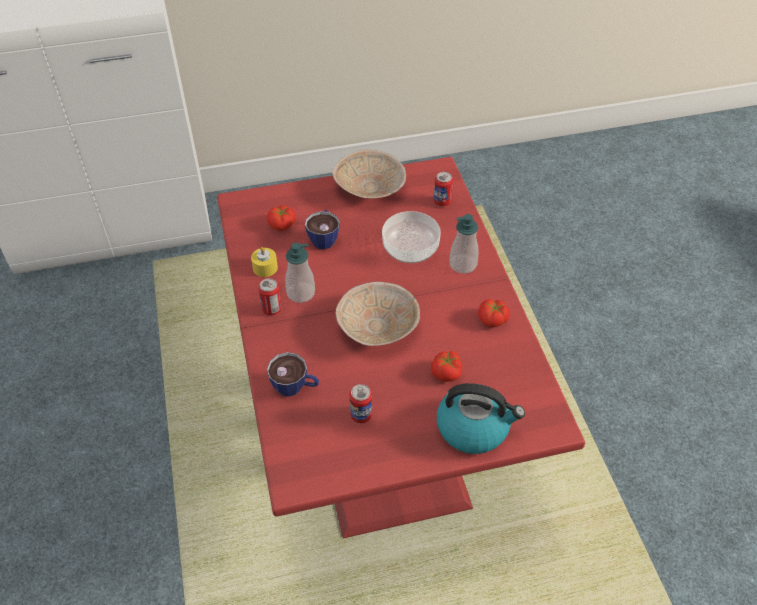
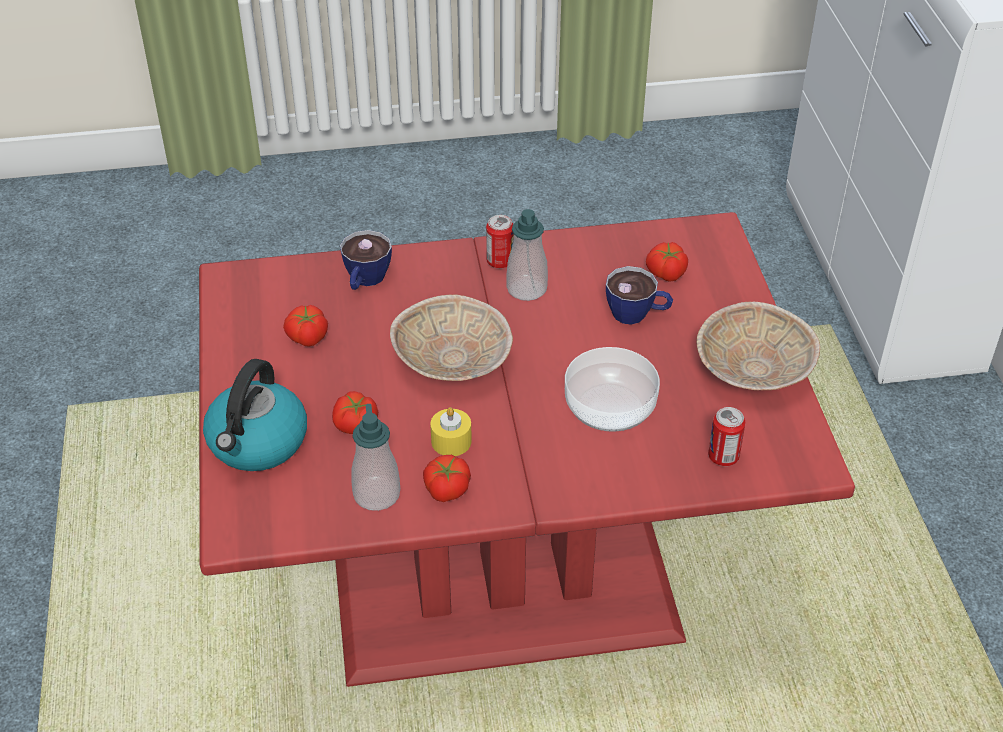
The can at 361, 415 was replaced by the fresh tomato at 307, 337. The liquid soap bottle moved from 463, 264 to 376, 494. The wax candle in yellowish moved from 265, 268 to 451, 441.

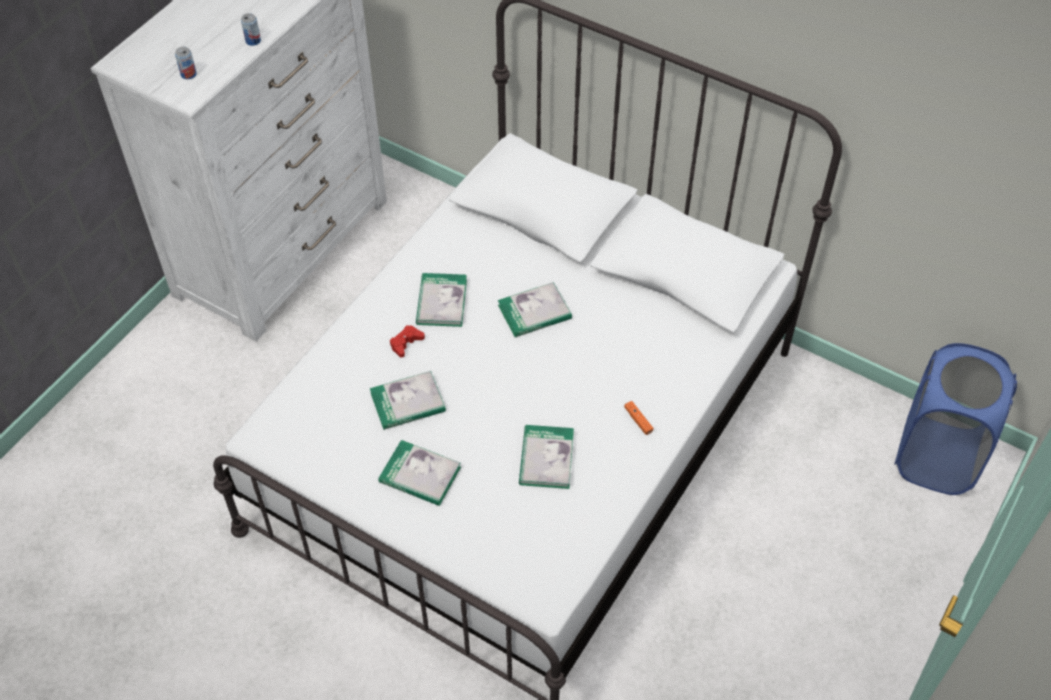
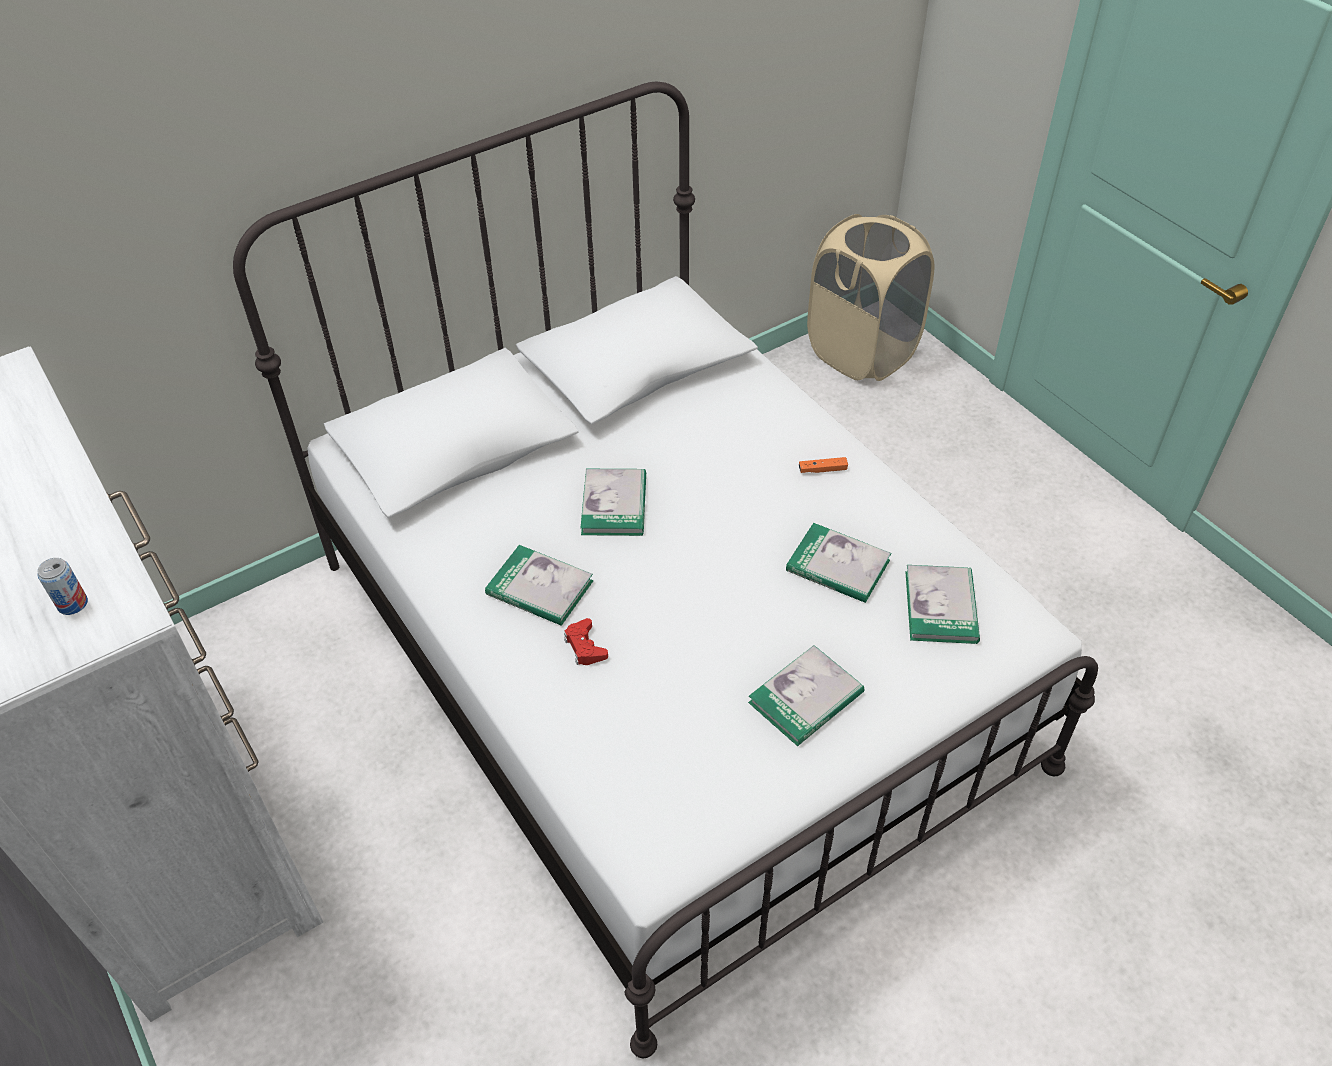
The laundry basket in blue-coloured at 936, 456 became the laundry basket in sand-coloured at 862, 352. The bound book moved from 408, 402 to 941, 607. The can at 253, 41 disappeared.

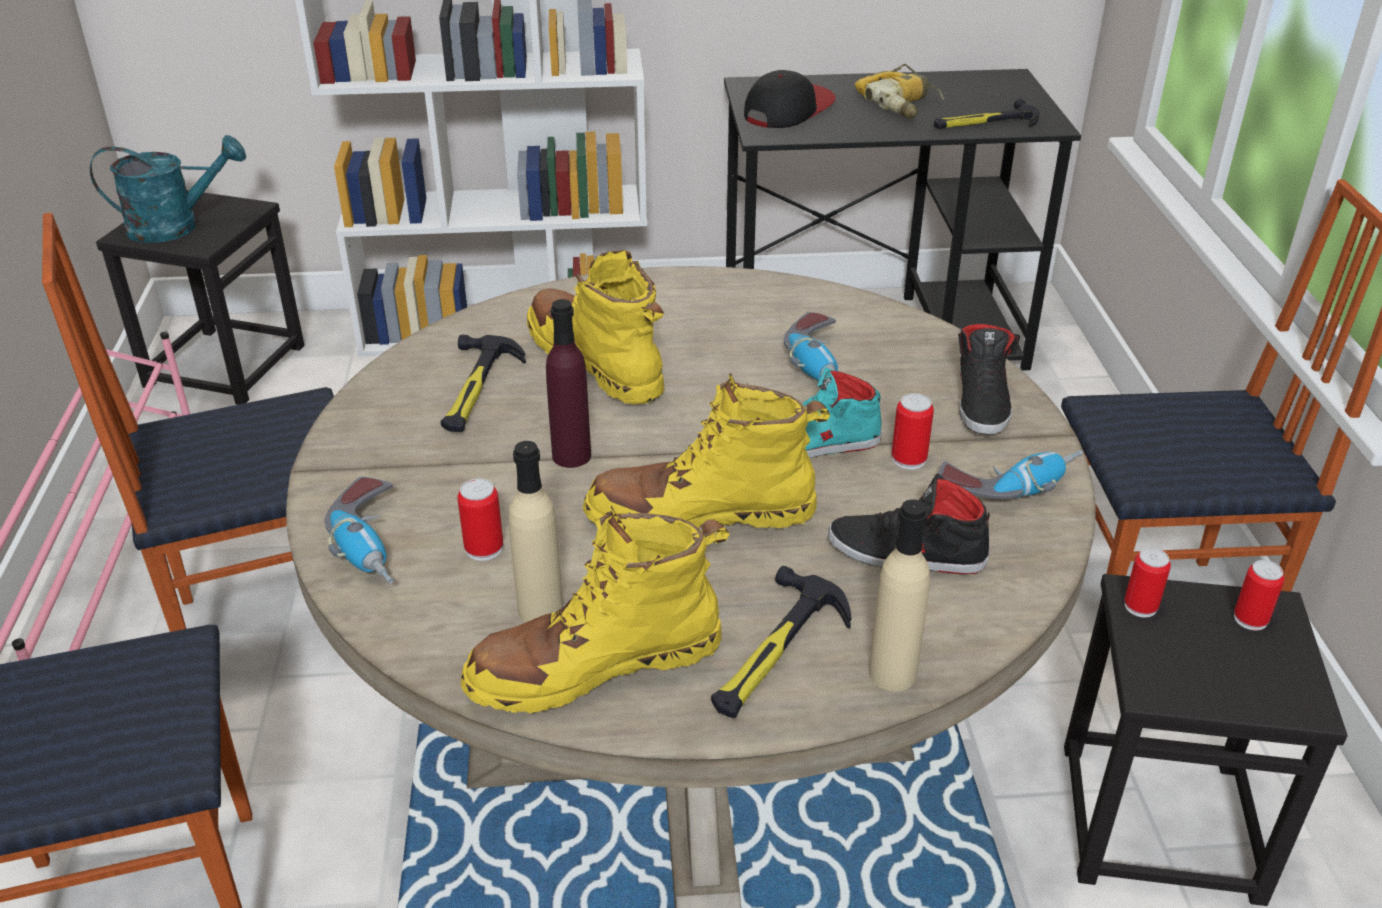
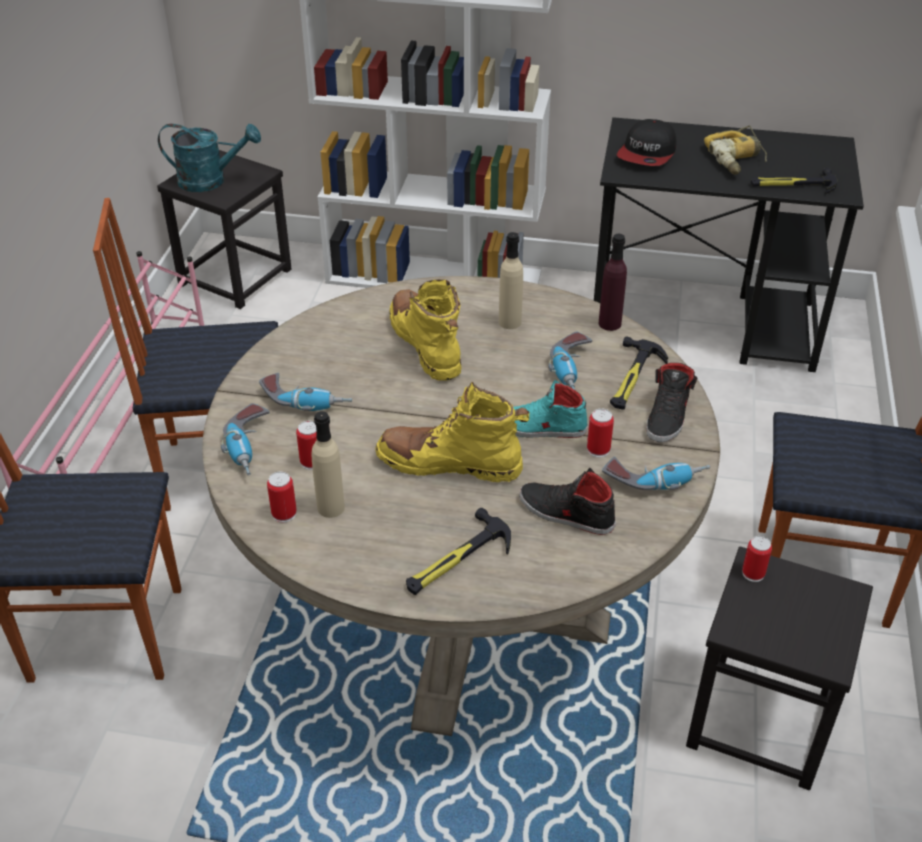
The power drill at 306, 401 appeared. The can moved from 1250, 619 to 284, 514. The beverage bottle in sand-coloured moved from 892, 673 to 510, 322. The beverage bottle in purplish moved from 571, 456 to 609, 323. The hammer moved from 476, 389 to 633, 378. The cap at 788, 110 turned 150 degrees clockwise. The boot in yellowish at 595, 665 disappeared.

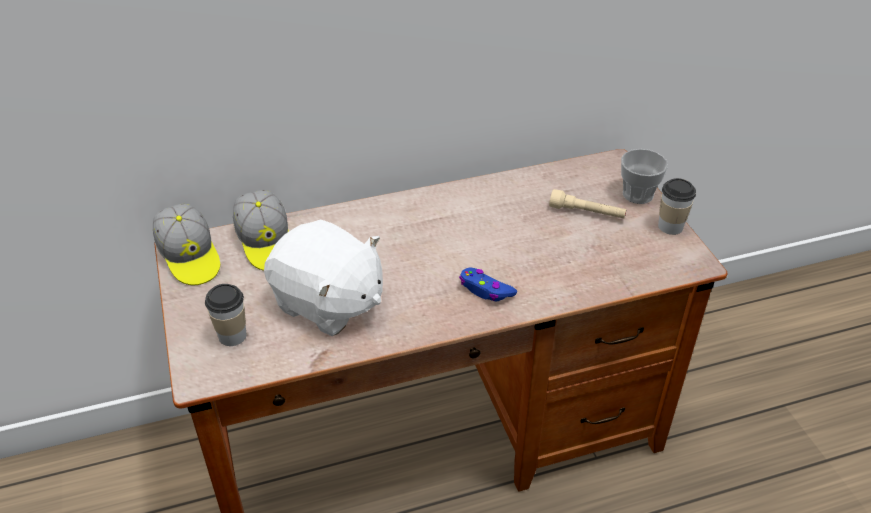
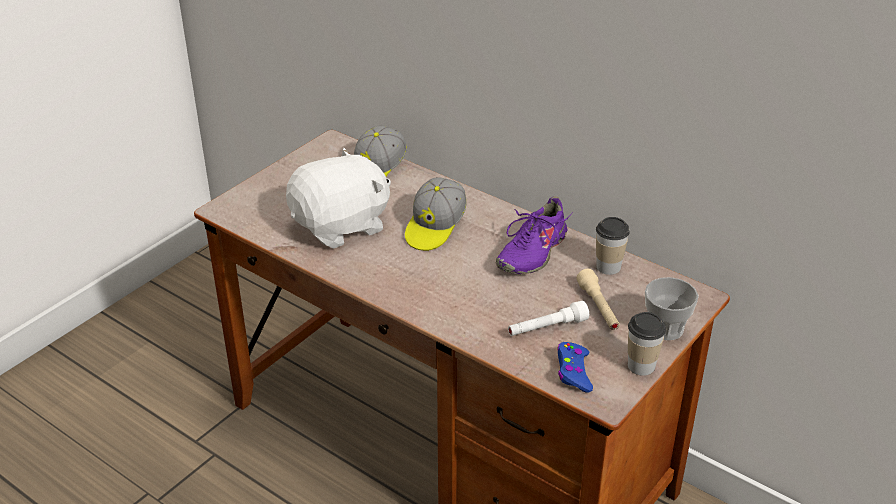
The plush toy in white-coloured at 328, 303 turned 120 degrees counterclockwise. The cap moved from 189, 257 to 435, 227. The low shoe in purplish at 531, 252 appeared. The flashlight in white-coloured at 547, 328 appeared. The game controller in blue-coloured moved from 485, 290 to 573, 372. The drinking cup moved from 232, 335 to 608, 266.

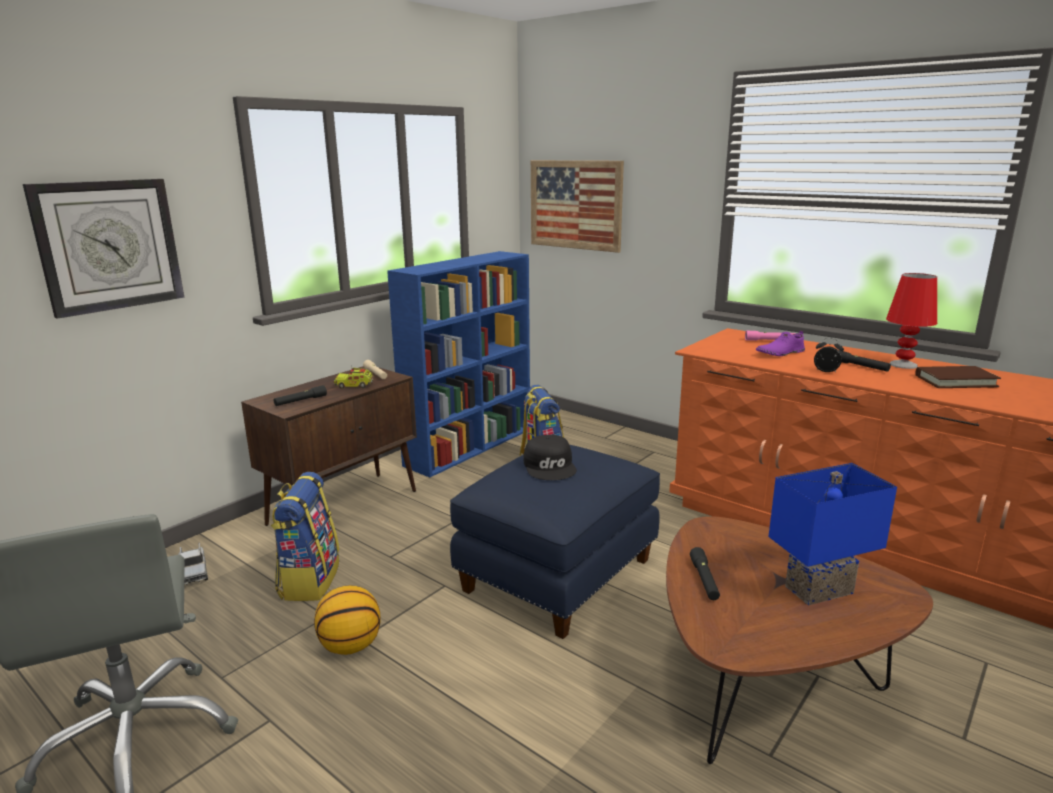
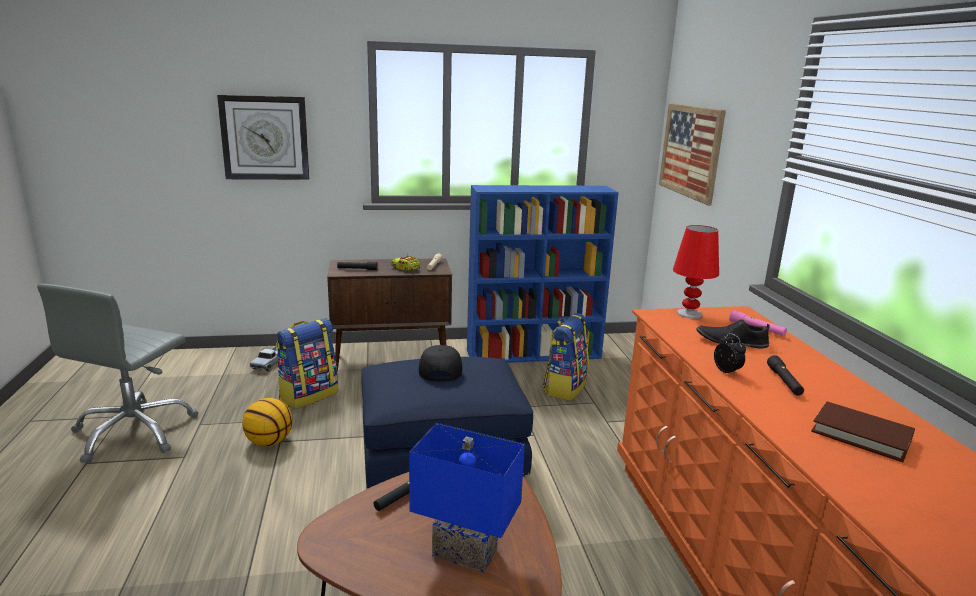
The cap in black at 550, 466 turned 150 degrees clockwise. The tabletop lamp in reddish moved from 903, 365 to 689, 314. The low shoe in purplish at 780, 353 became the low shoe in black at 731, 341.

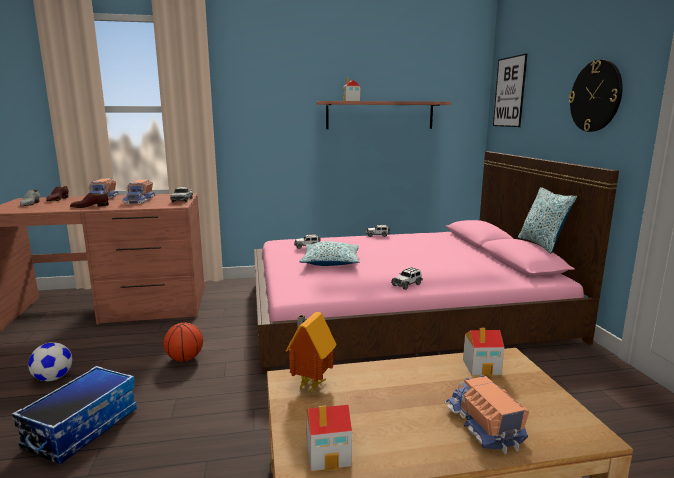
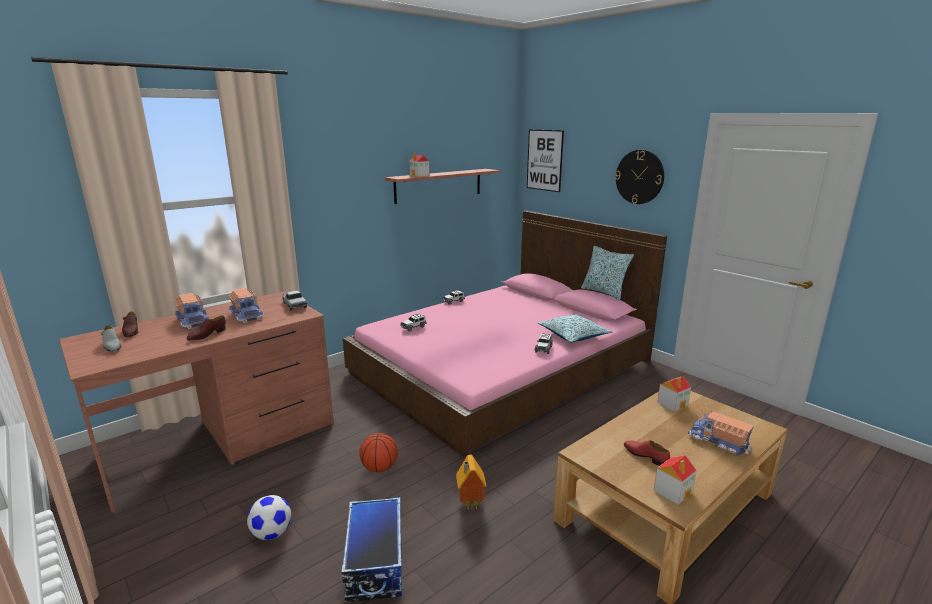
The miniature house moved from 309, 384 to 469, 504. The throw pillow moved from 331, 262 to 573, 335. The low shoe in reddish at 645, 456 appeared.

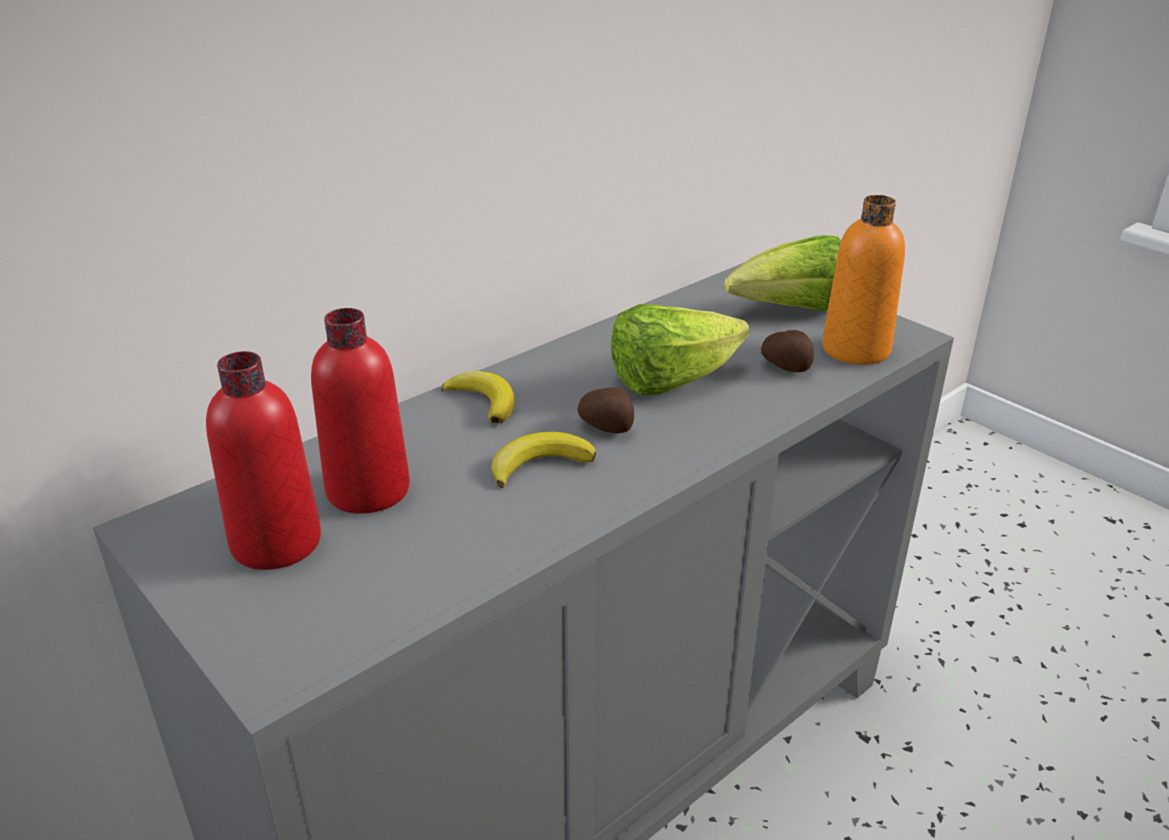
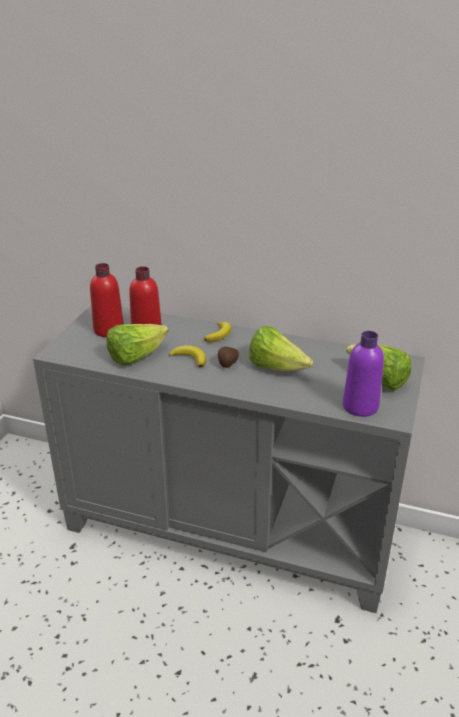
The lettuce head at 136, 357 appeared. The beverage bottle in orange at 855, 350 became the beverage bottle in purplish at 360, 406. The whole potato at 787, 367 disappeared.

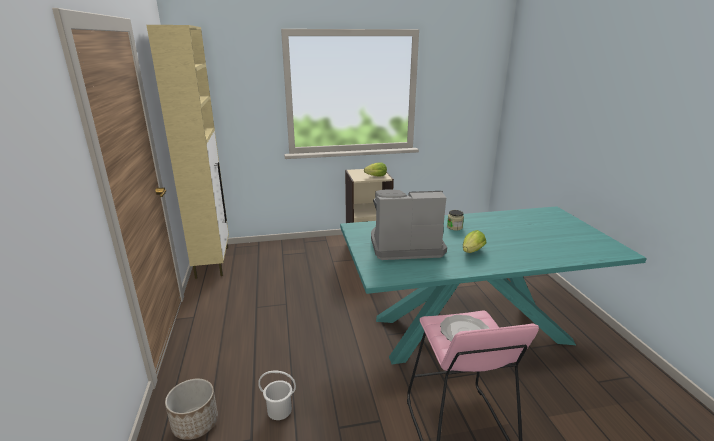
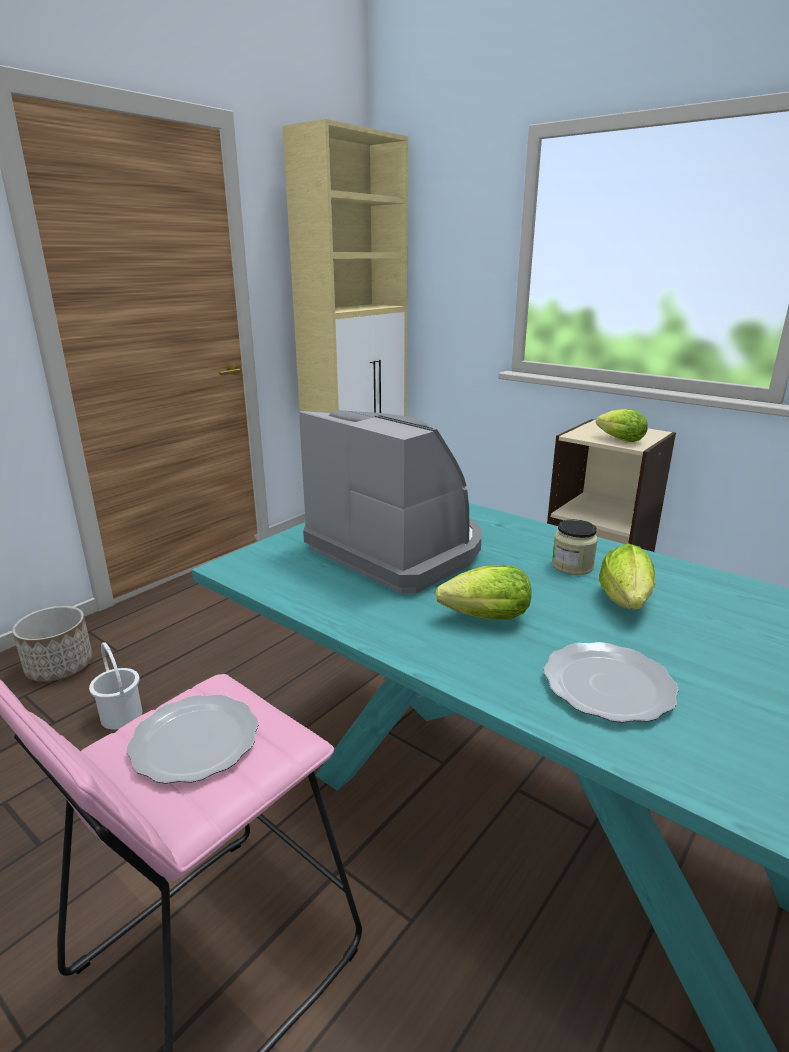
The plate at 609, 686 appeared. The lettuce head at 625, 605 appeared.

